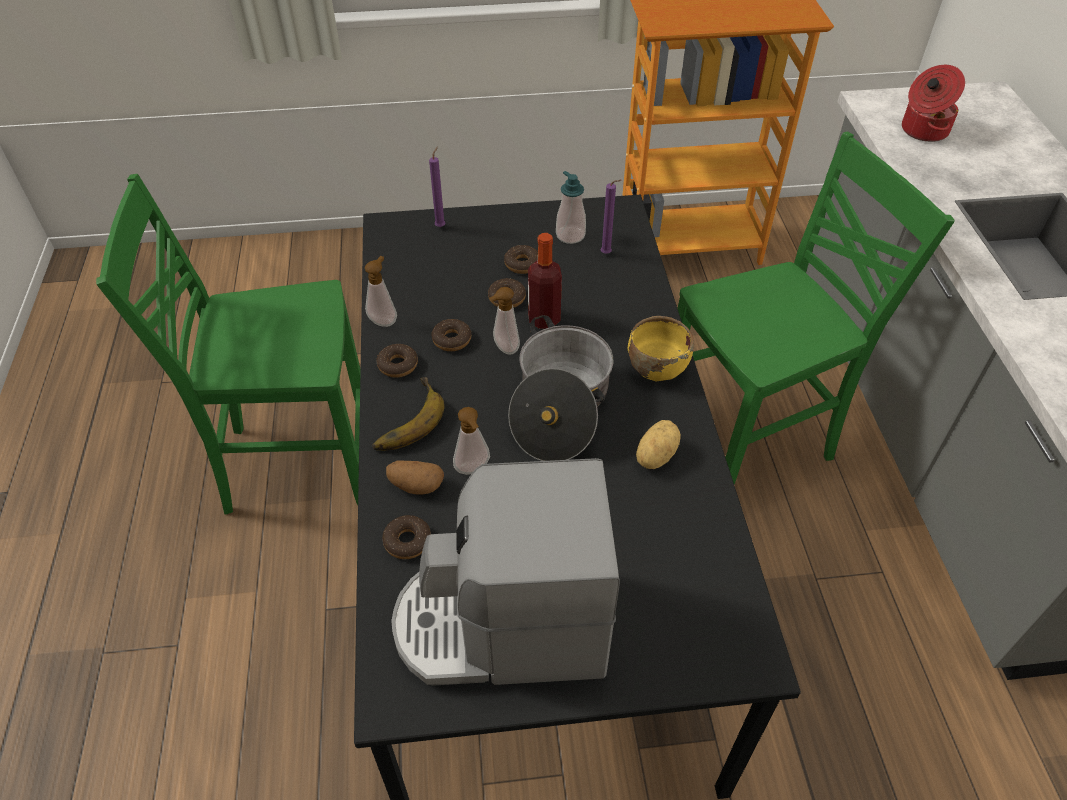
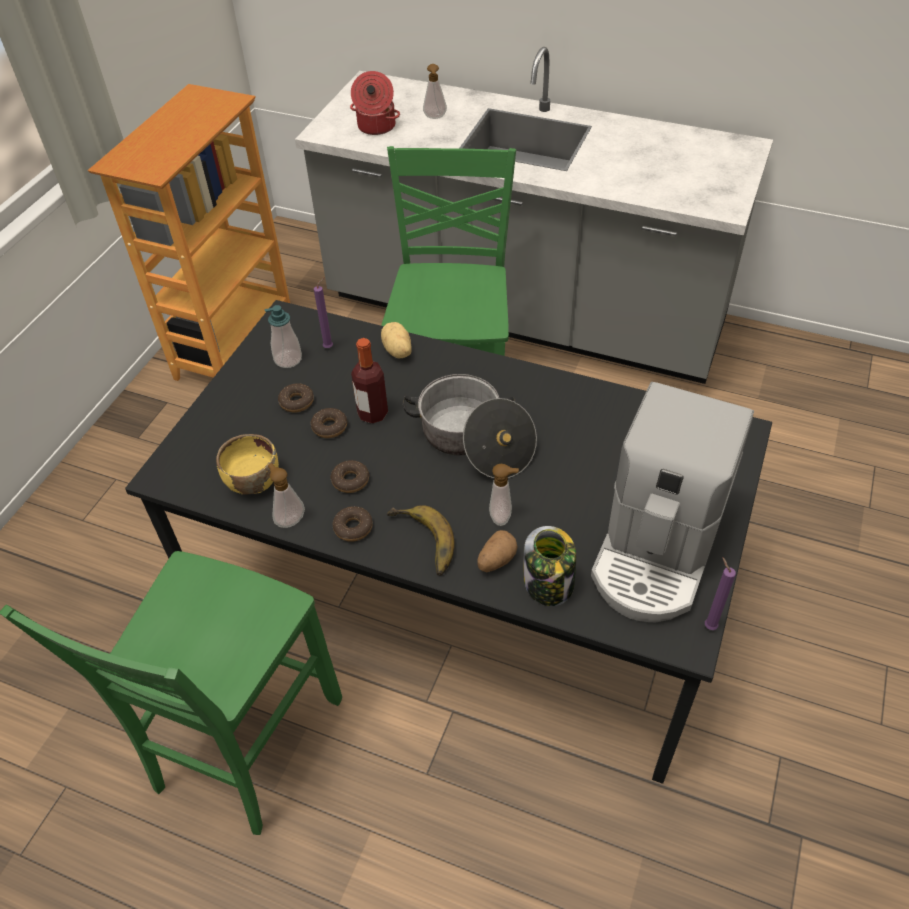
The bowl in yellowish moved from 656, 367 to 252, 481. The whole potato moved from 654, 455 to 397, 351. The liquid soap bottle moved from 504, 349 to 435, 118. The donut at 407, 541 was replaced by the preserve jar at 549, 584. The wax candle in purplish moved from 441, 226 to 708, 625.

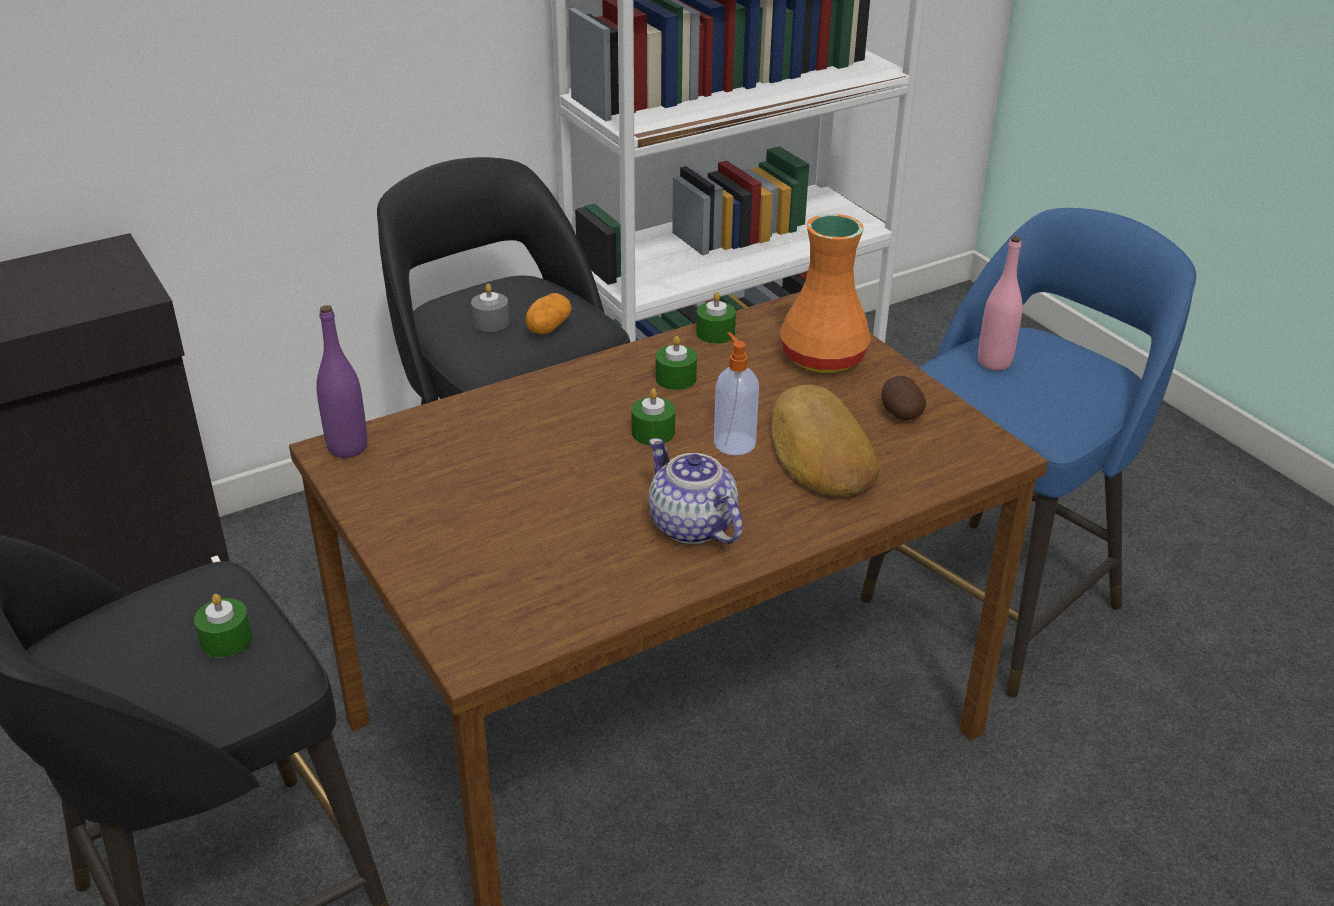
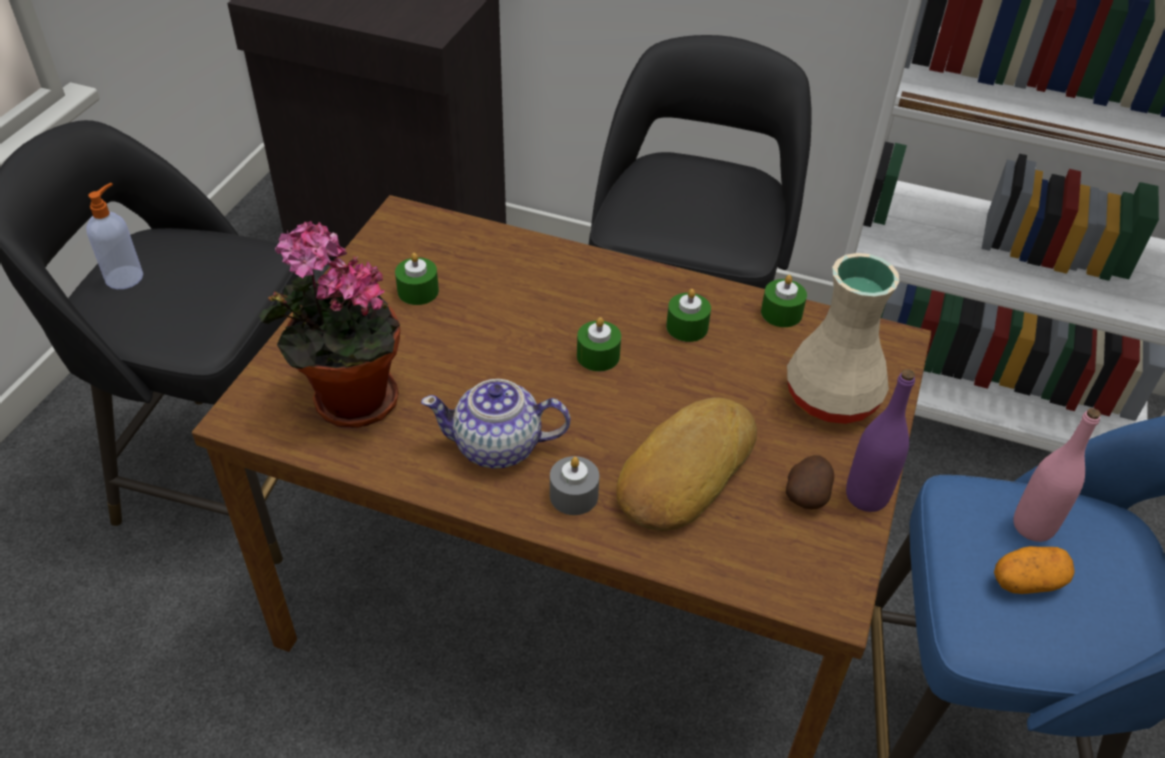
The liquid soap bottle moved from 734, 442 to 125, 277. The potted plant at 348, 401 appeared. The wax candle in green-coloured moved from 226, 639 to 418, 291. The tea pot at 692, 526 turned 105 degrees counterclockwise. The wax candle in gray moved from 491, 322 to 574, 495. The flower vase in orange at 824, 359 became the flower vase in sand-coloured at 831, 399. The beverage bottle in purplish moved from 347, 447 to 866, 496. The whole potato moved from 548, 327 to 1027, 581.

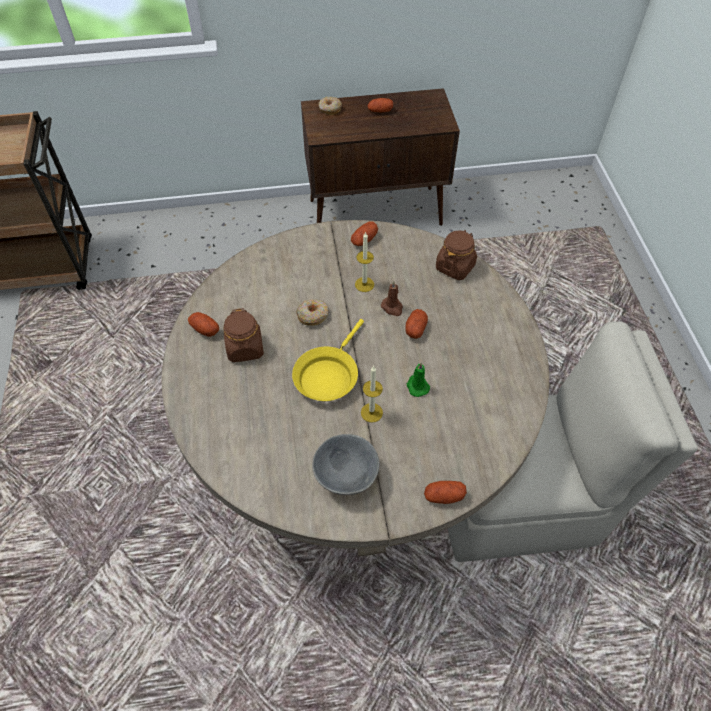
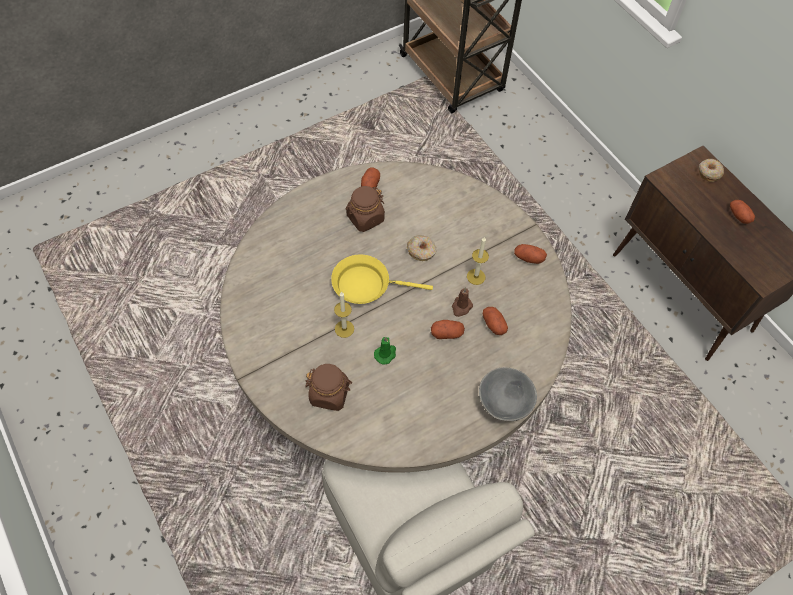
The preserve jar in brownish moved from 455, 267 to 329, 394. The bowl in gray moved from 347, 475 to 505, 404. The whole potato moved from 444, 496 to 493, 324.

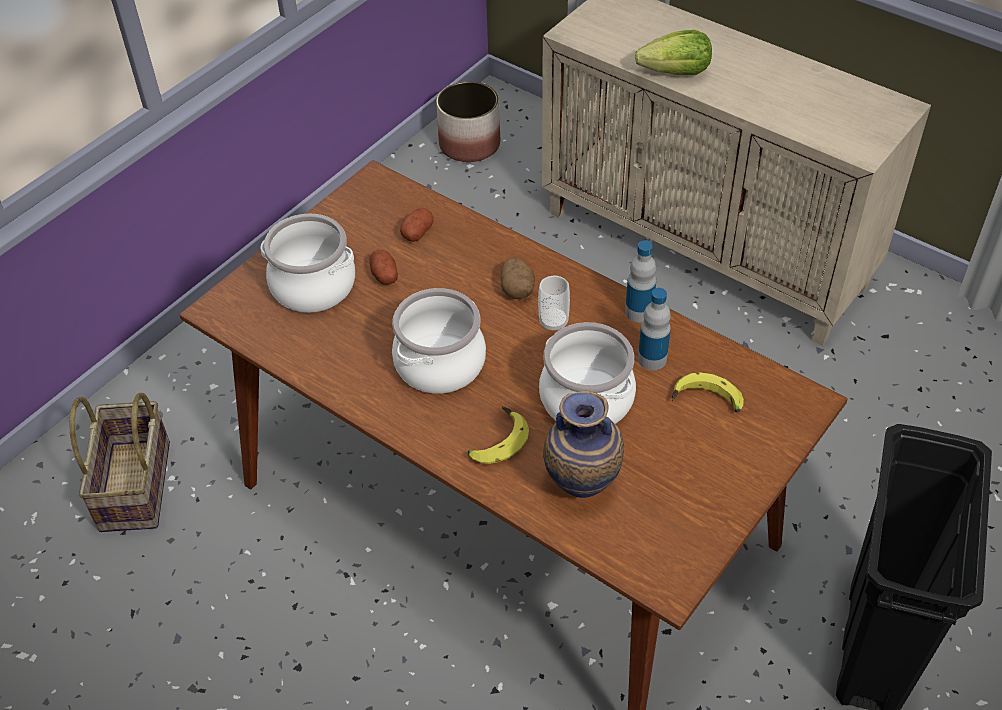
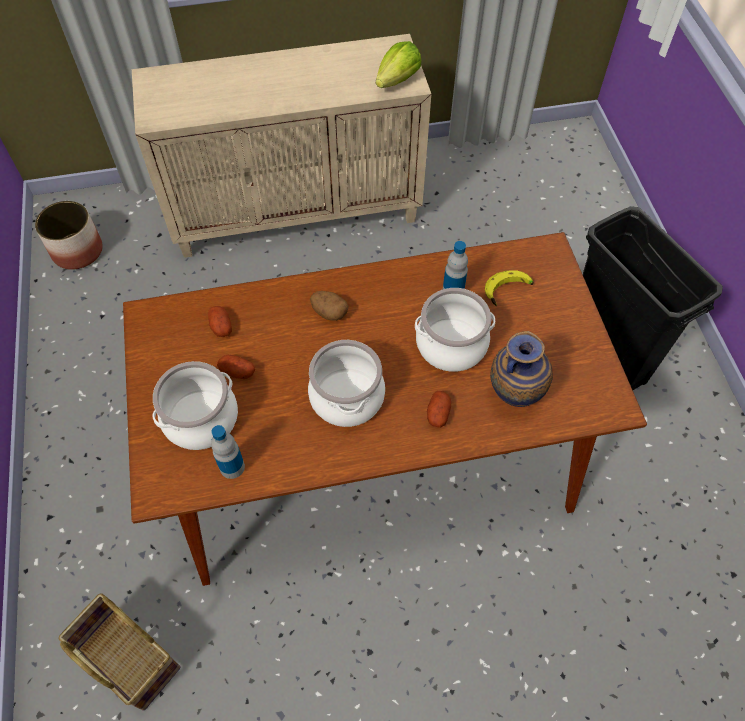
The beverage bottle moved from 639, 312 to 232, 467. The lettuce head moved from 676, 73 to 398, 80. The banana fruit at 496, 441 was replaced by the whole potato at 438, 413. The drinking cup at 553, 322 disappeared.

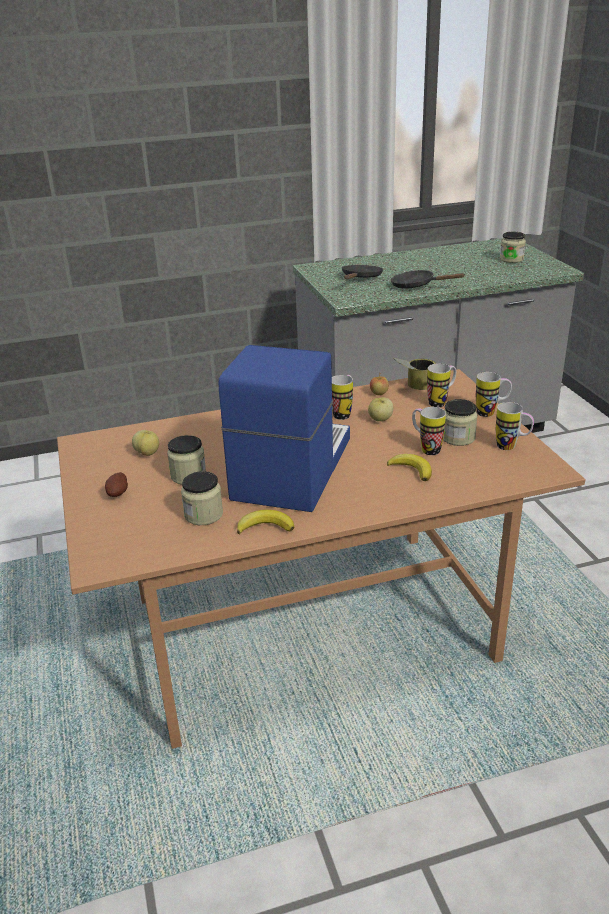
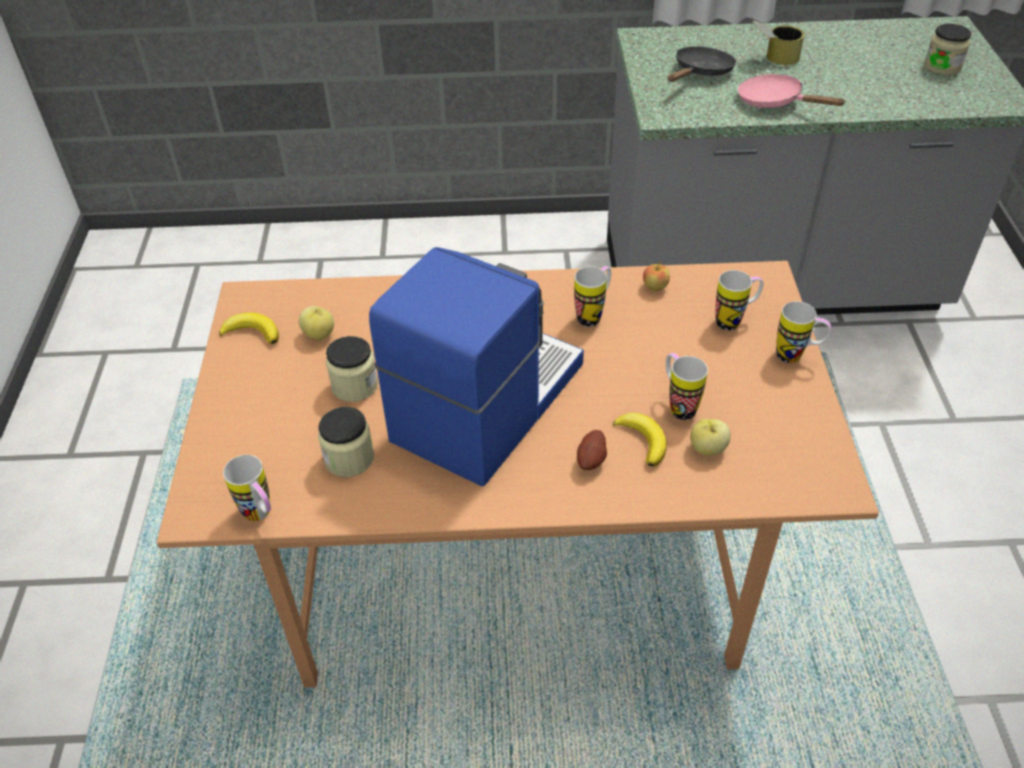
The banana fruit moved from 265, 526 to 252, 332. The mug moved from 512, 447 to 261, 516. The whole potato moved from 119, 493 to 592, 460. The apple moved from 380, 419 to 707, 449. The pan in black at 417, 286 became the pan in pink at 775, 102. The can moved from 413, 385 to 773, 58. The preserve jar at 458, 438 disappeared.

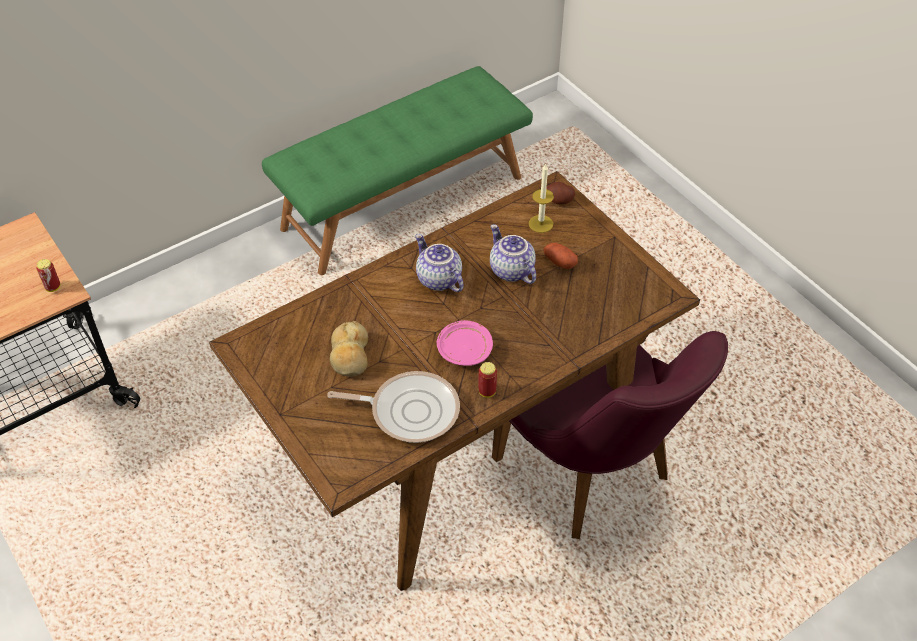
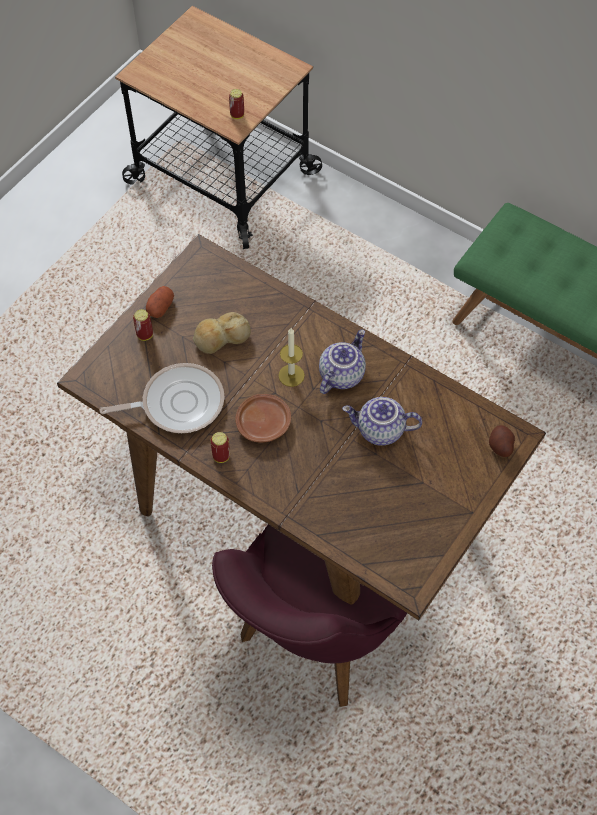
The pan at 410, 410 turned 90 degrees counterclockwise. The can at 145, 335 appeared. The whole potato moved from 559, 262 to 160, 307. The plate in pink at 464, 349 became the plate in brownish at 264, 423. The wax candle moved from 540, 224 to 291, 375. The tea pot at 510, 271 turned 120 degrees counterclockwise.

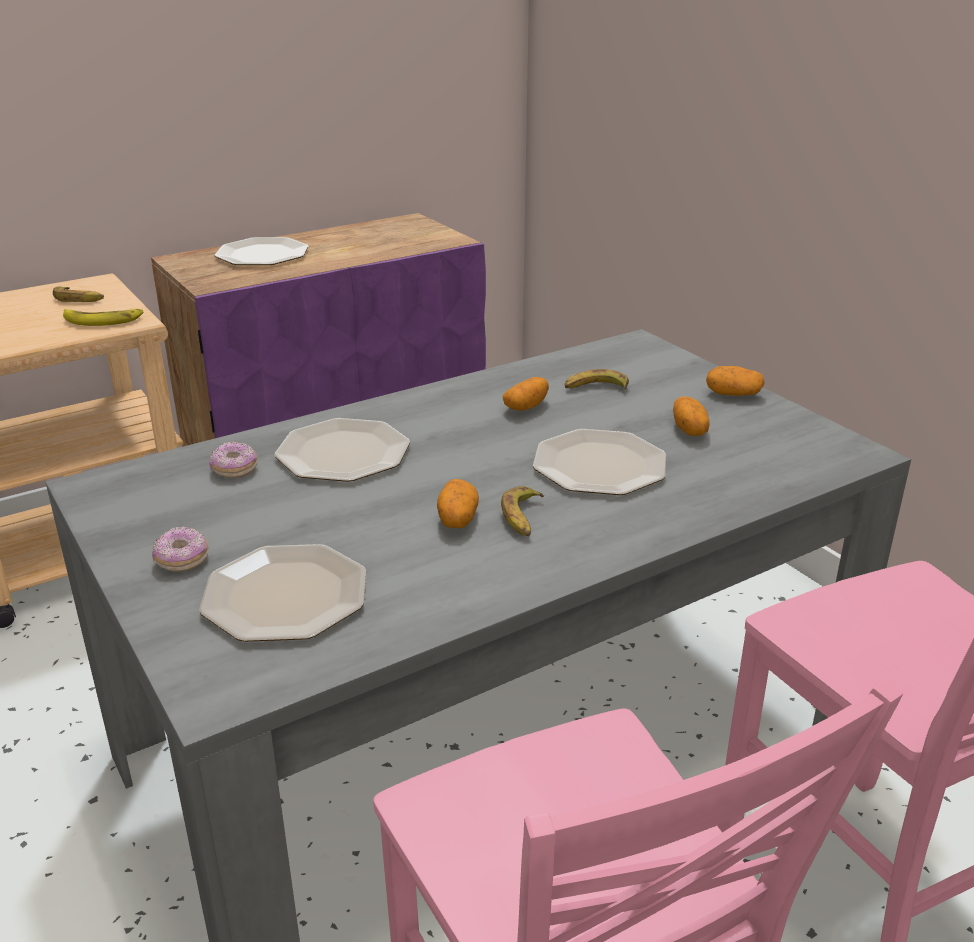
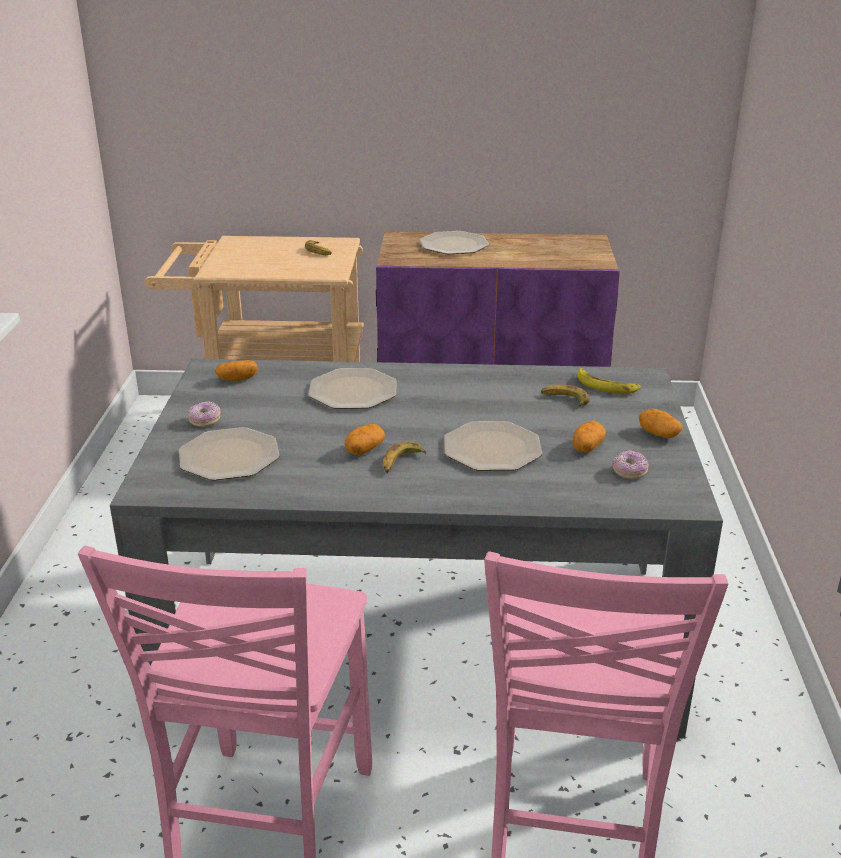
The whole potato moved from 526, 407 to 237, 379. The banana fruit moved from 102, 320 to 606, 386. The donut moved from 234, 469 to 629, 472.

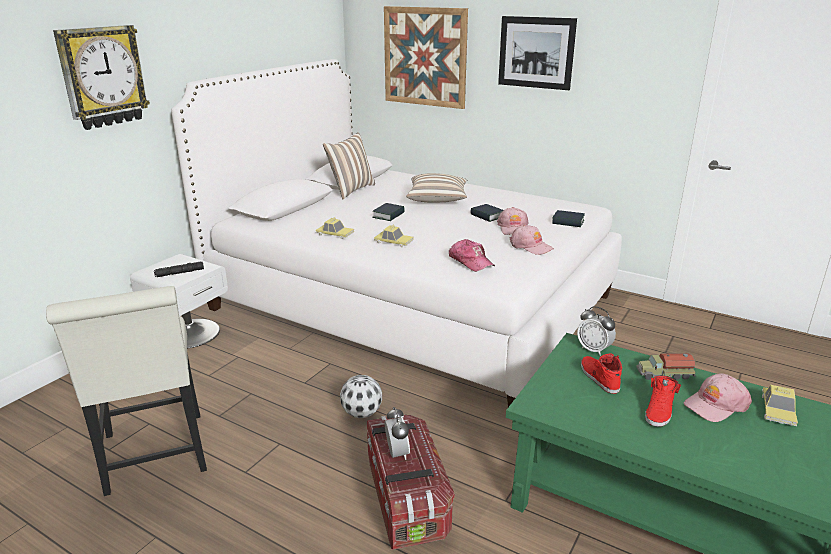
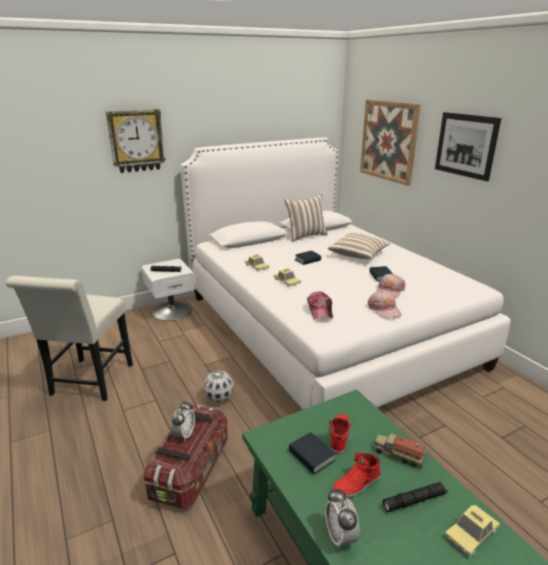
The bound book moved from 568, 222 to 311, 456. The bedside clock moved from 594, 349 to 340, 536. The cap in pink at 715, 405 was replaced by the flashlight in black at 414, 500.

